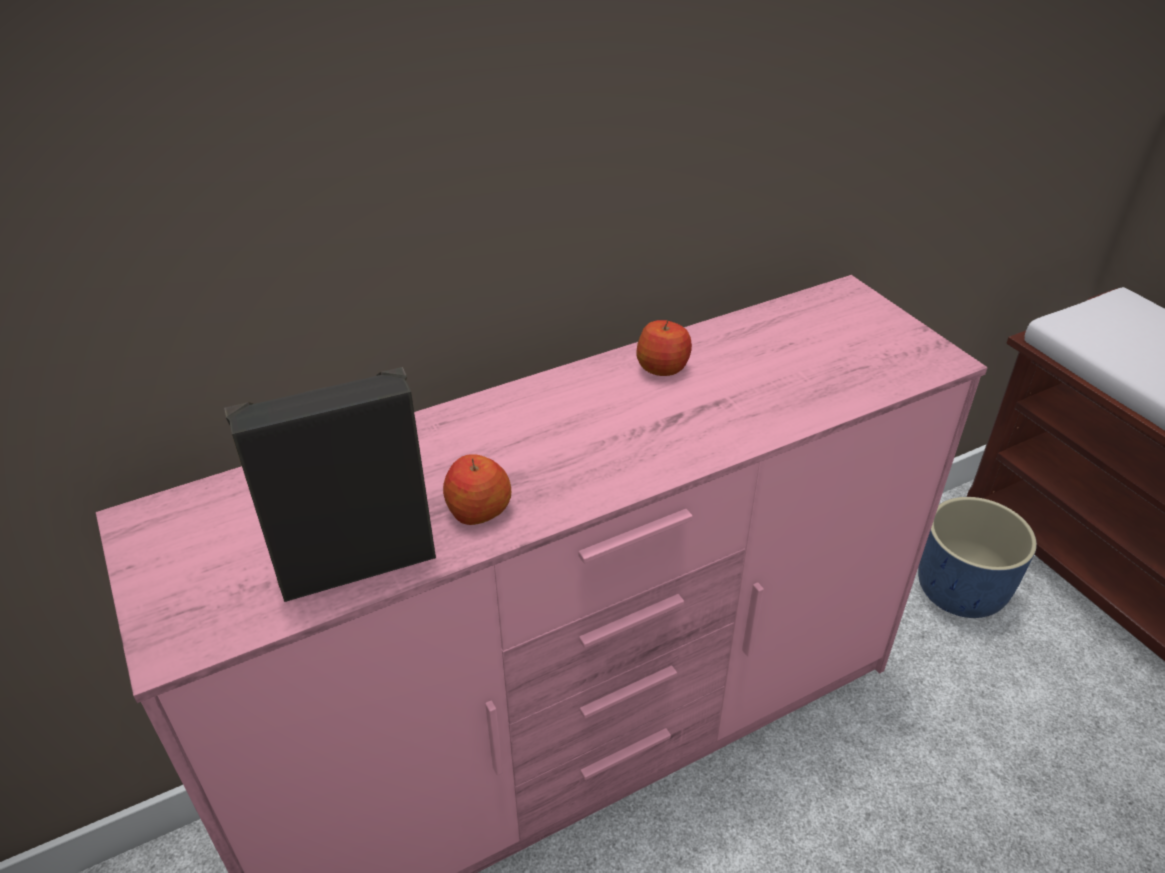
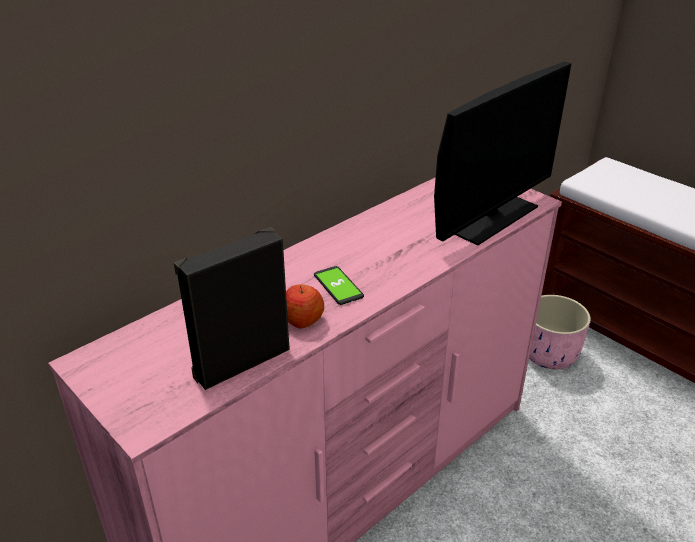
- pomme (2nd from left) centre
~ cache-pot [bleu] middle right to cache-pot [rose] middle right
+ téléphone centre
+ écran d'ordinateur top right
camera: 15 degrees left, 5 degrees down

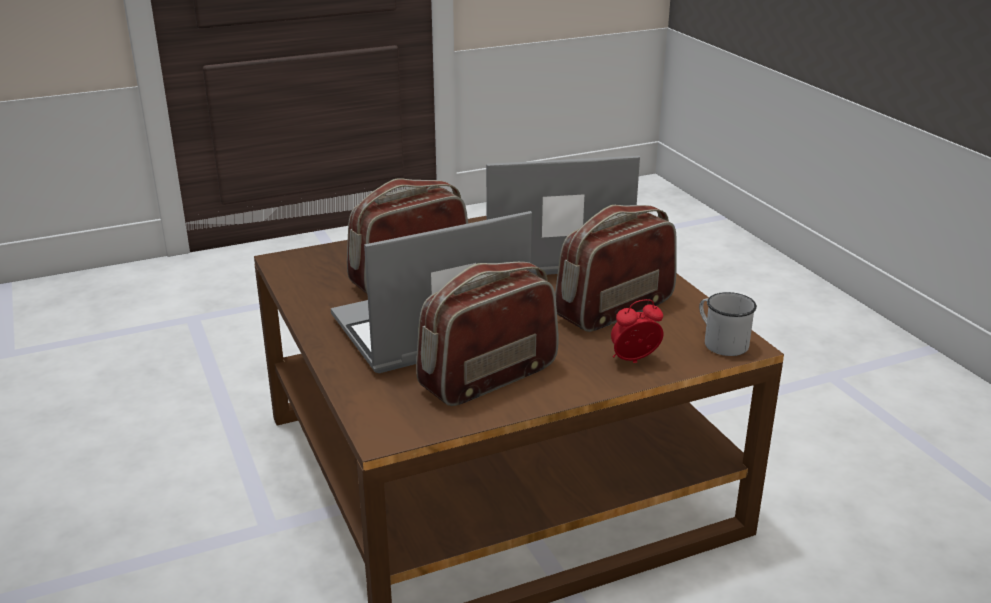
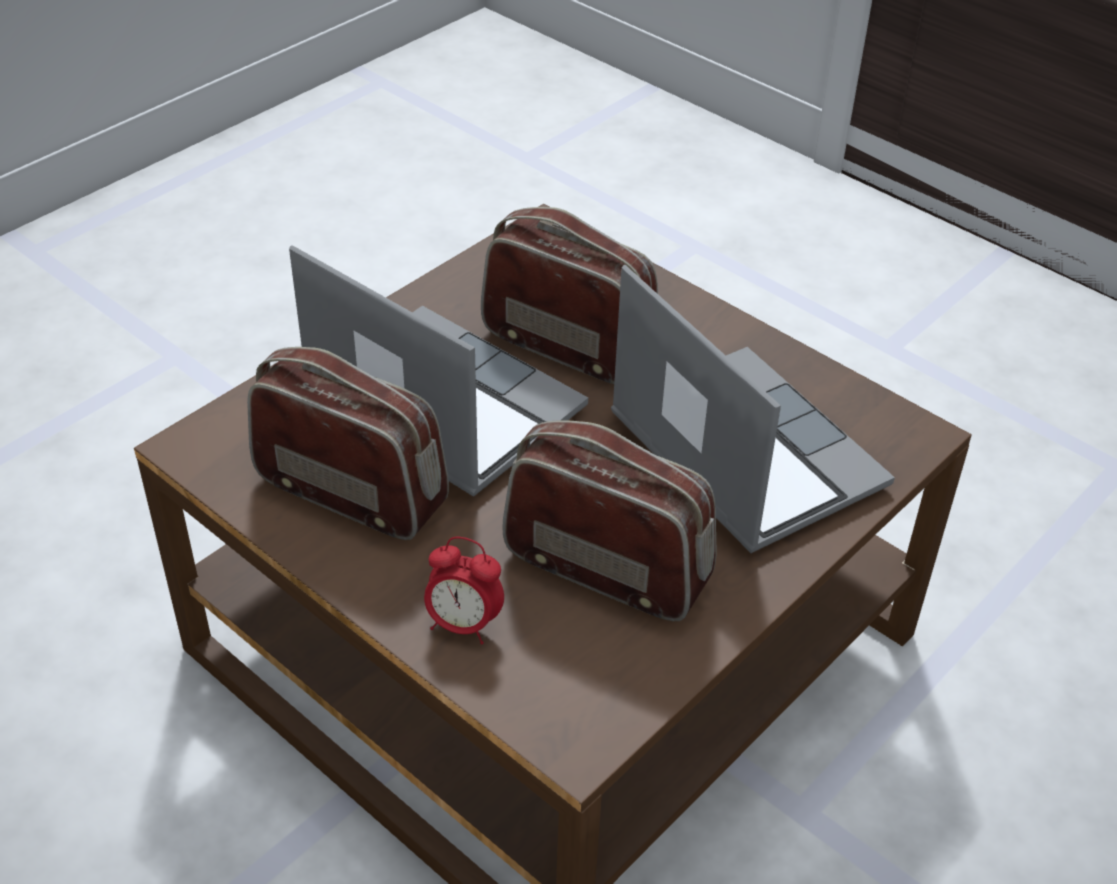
~ réveil centre = bottom centre 150 degrees clockwise
- mug [blanc] middle right
camera: 65 degrees right, 15 degrees up

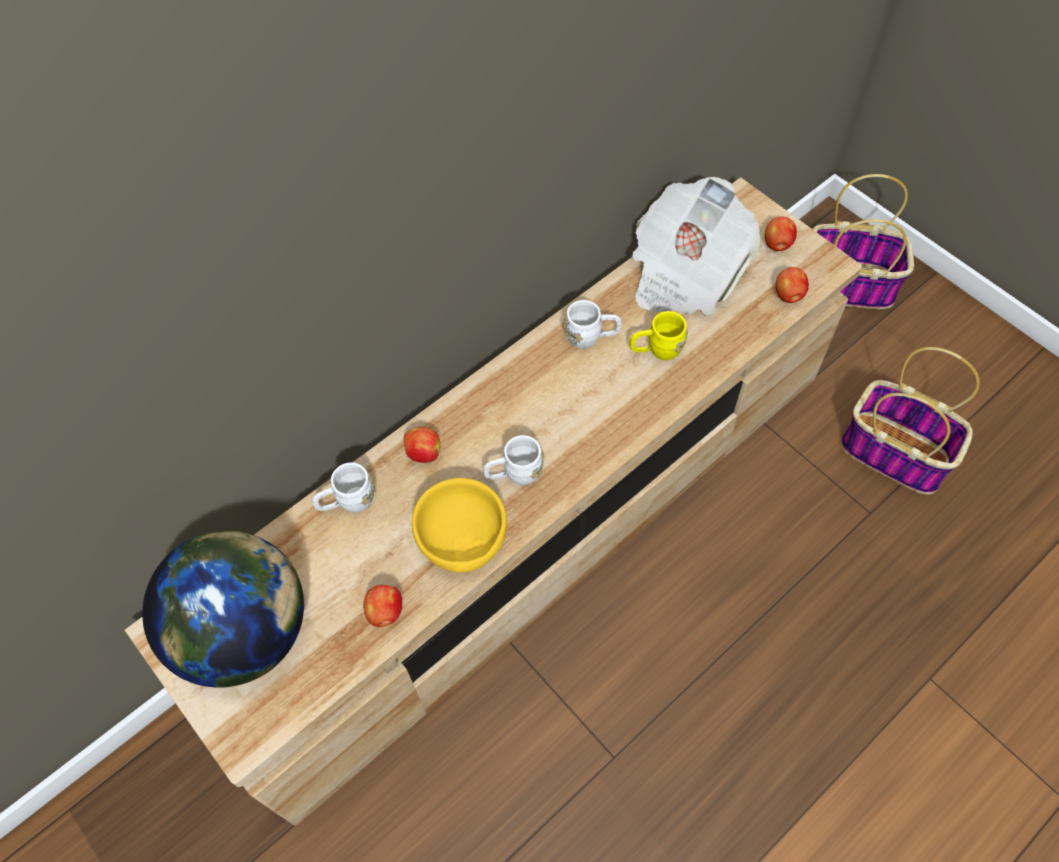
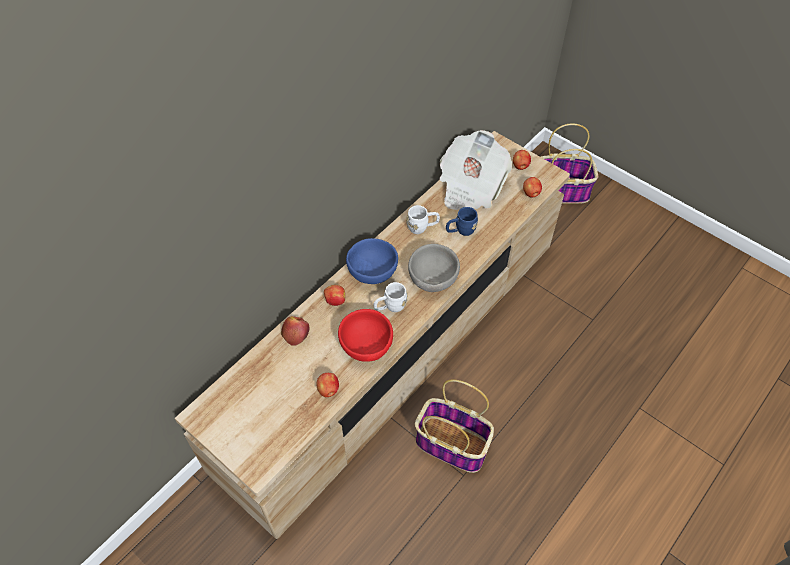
- globe bottom left
~ mug [blanc] (1st from left) middle left to pomme (1st from left) centre
~ bol [jaune] centre to bol [rouge] centre
~ mug [jaune] centre to mug [bleu] centre
~ panier (2nd from left in the first image) middle right to panier (1st from left) bottom centre
+ bol [bleu] centre
+ bol [gris] centre
camera: 10 degrees left, 5 degrees down

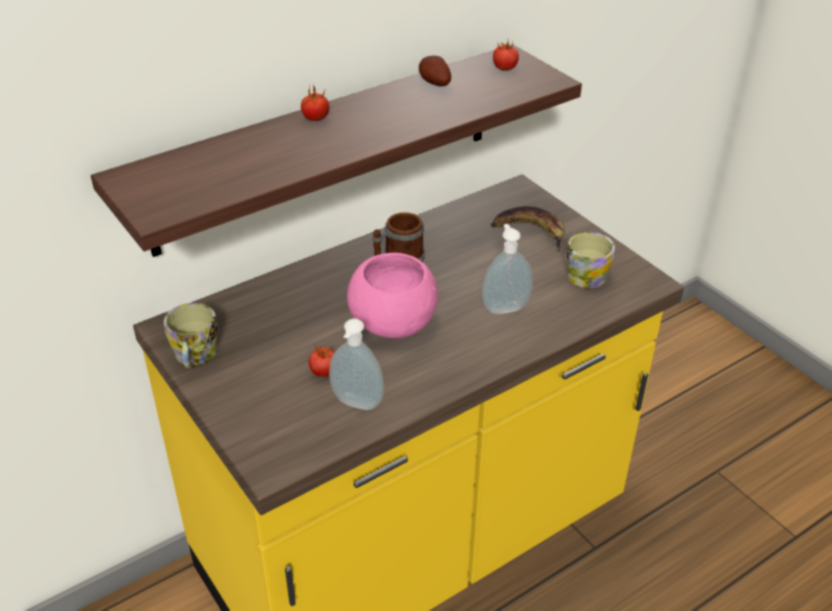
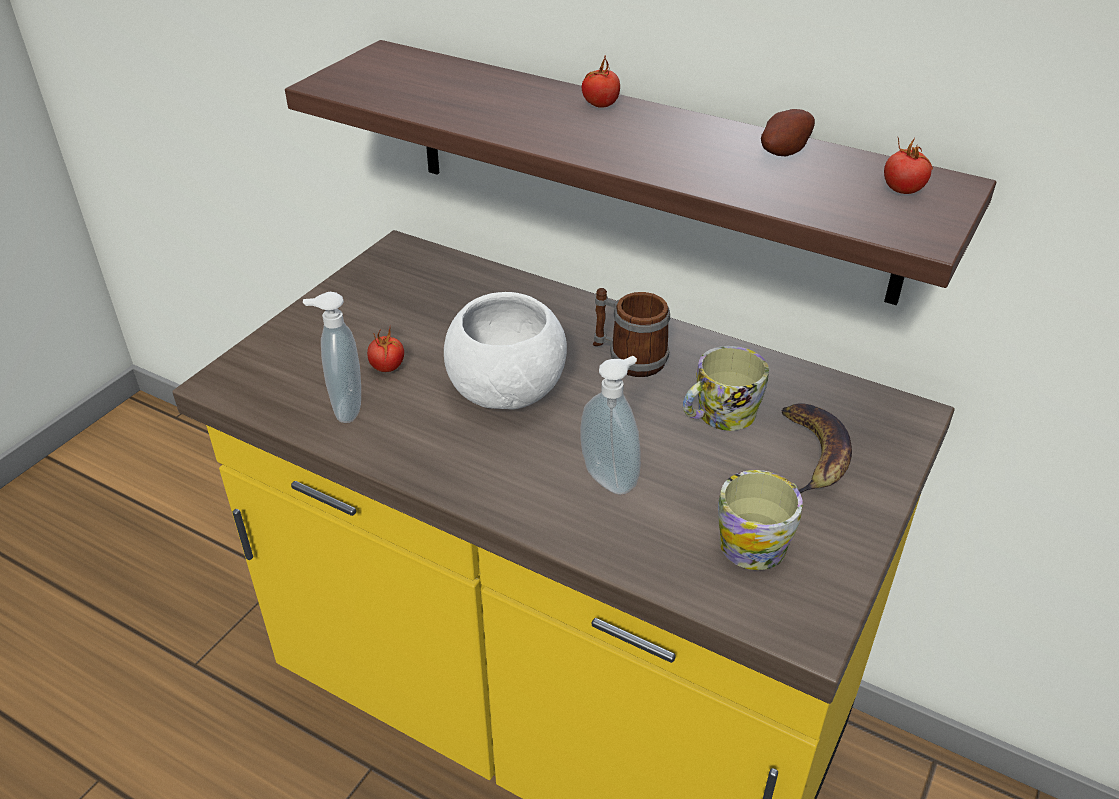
~ mug (1st from left in the first image) middle left to mug (2nd from left) centre
~ bol [rose] centre to bol [blanc] centre
camera: 65 degrees right, 0 degrees up

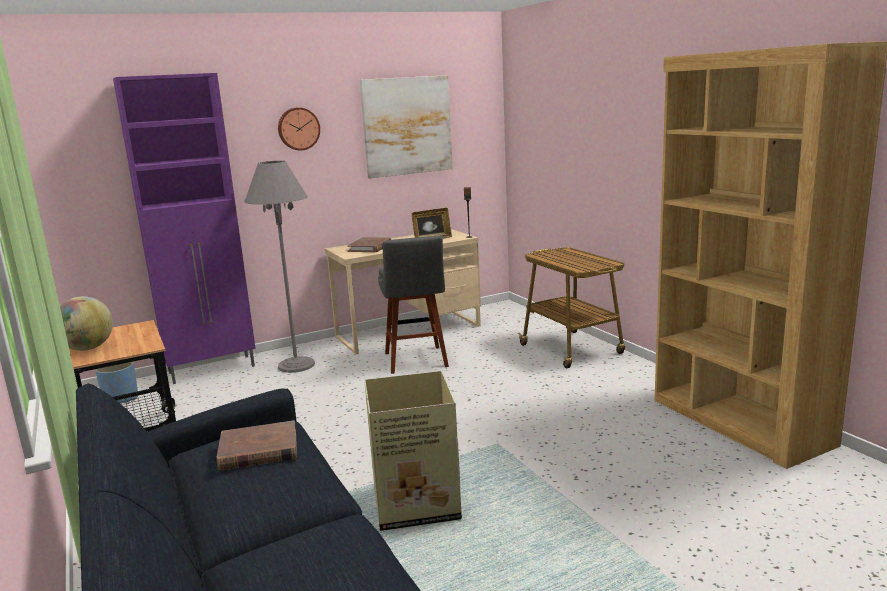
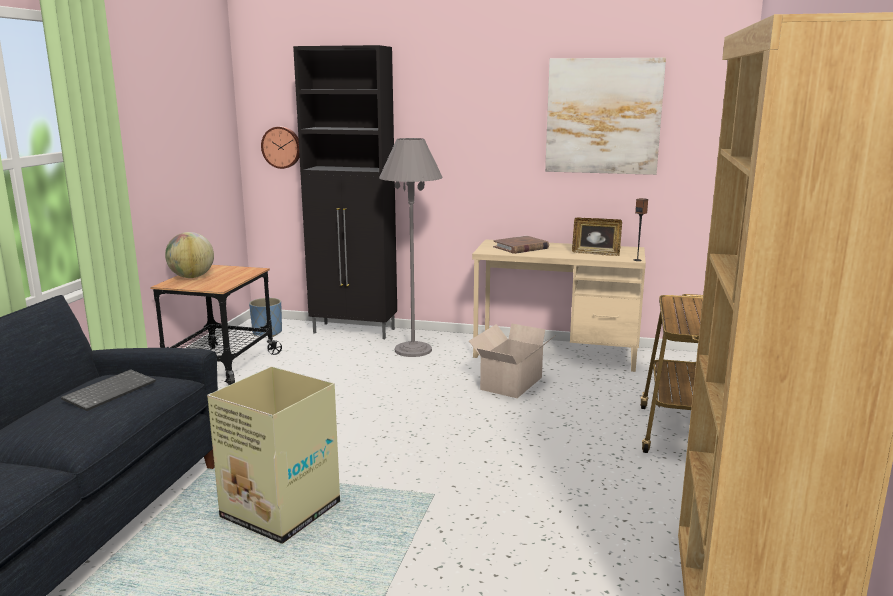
~ meuble de rangement [violet] middle left to meuble de rangement [noir] top centre
~ livre [marron] (1st from left) bottom left to clavier middle left
~ horloge murale top centre to top left
~ tabouret [gris] centre to carton (2nd from left) centre
camera: 40 degrees right, 0 degrees up

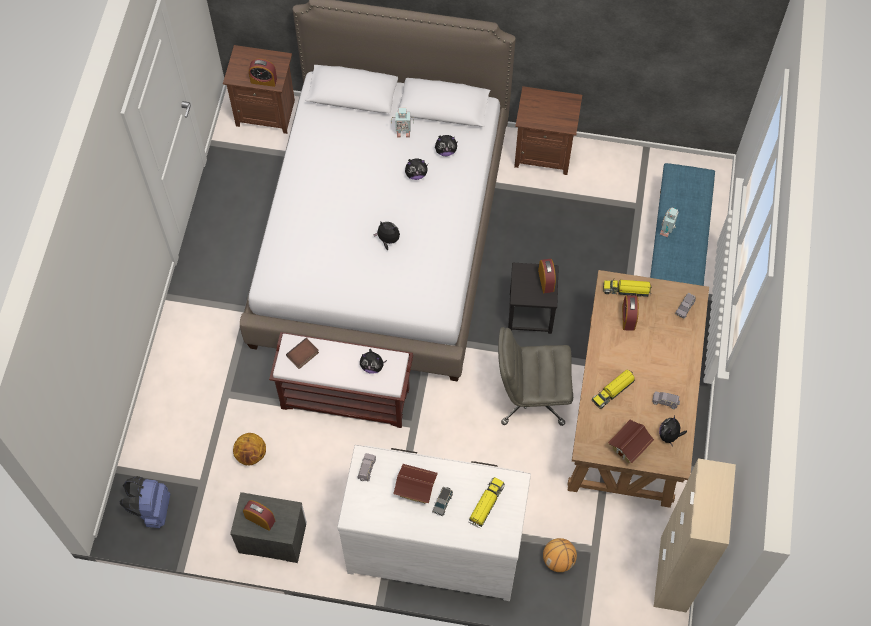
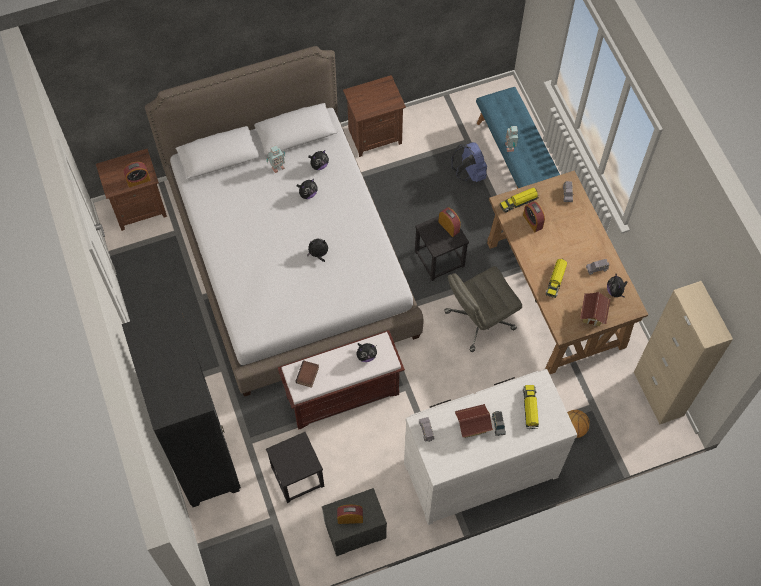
~ sac à dos [bleu] bottom left to top centre
~ ballon de basket (1st from left) bottom left to tabouret [noir] (1st from left) bottom centre
+ bibliothèque [noir] bottom left
camera: 30 degrees left, 0 degrees up

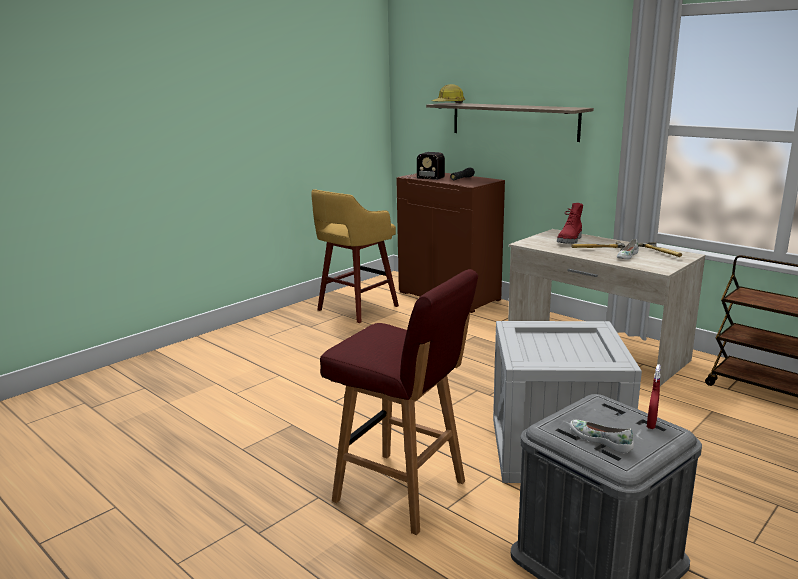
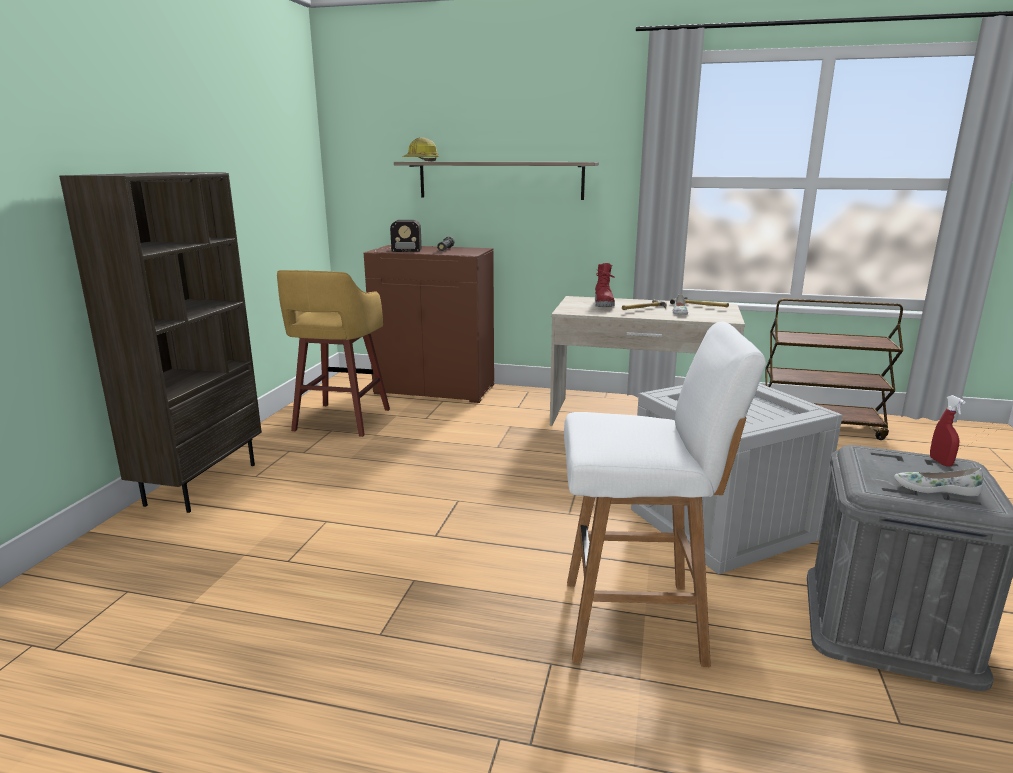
~ tabouret [rouge] bottom centre to tabouret [blanc] centre
+ bibliothèque [marron] middle left
camera: 30 degrees left, 0 degrees up

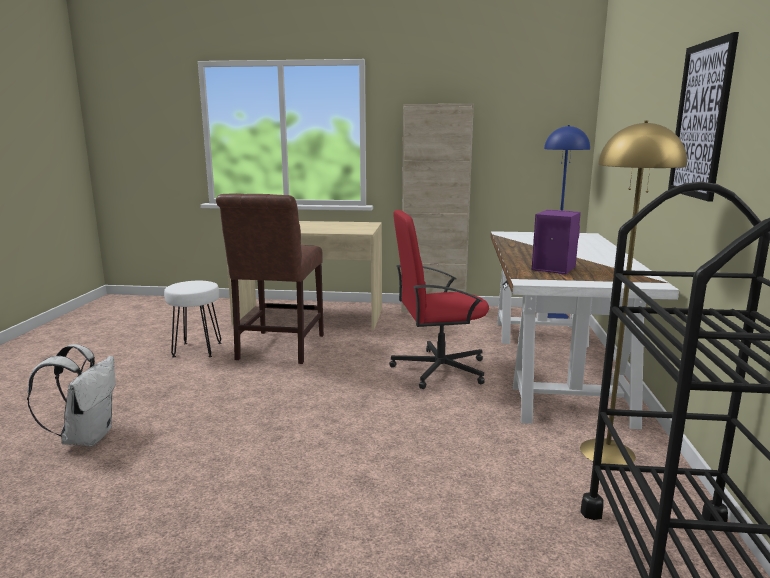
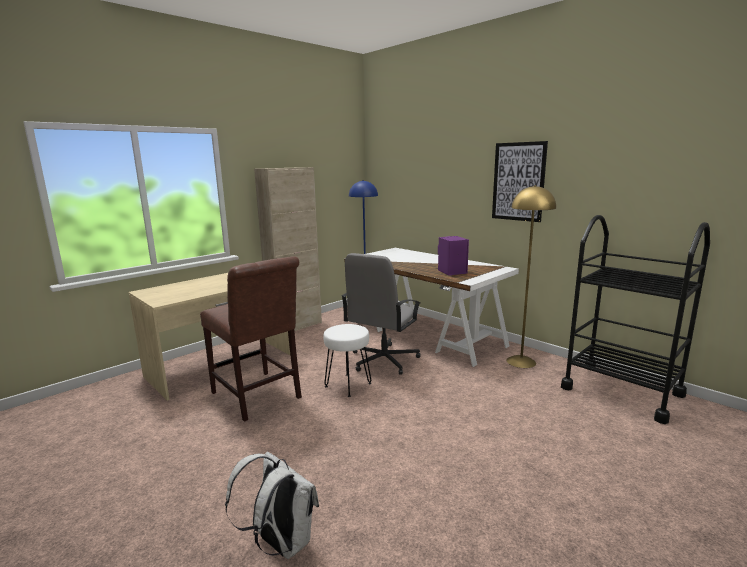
~ tabouret [blanc] middle left to centre
~ chaise de bureau [rouge] centre to chaise de bureau [gris] centre
camera: 50 degrees left, 0 degrees up

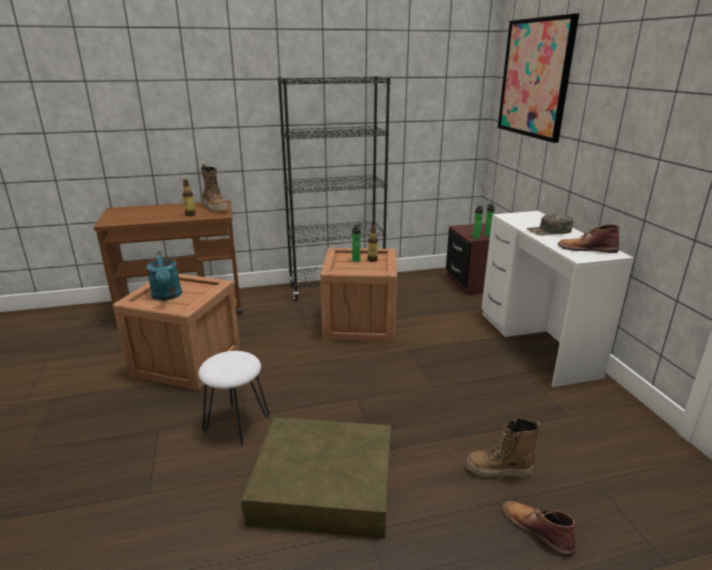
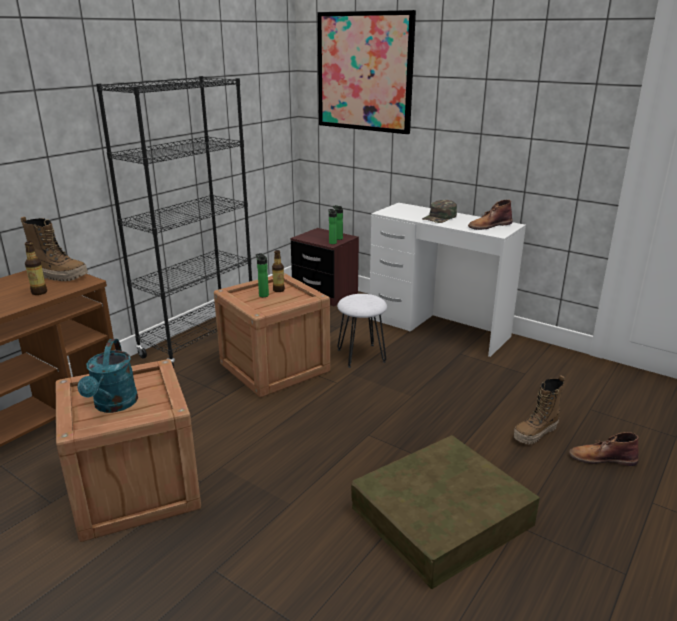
~ arrosoir [turquoise] middle left = middle left 60 degrees clockwise
~ tabouret [blanc] bottom left to centre
camera: 40 degrees left, 0 degrees up

